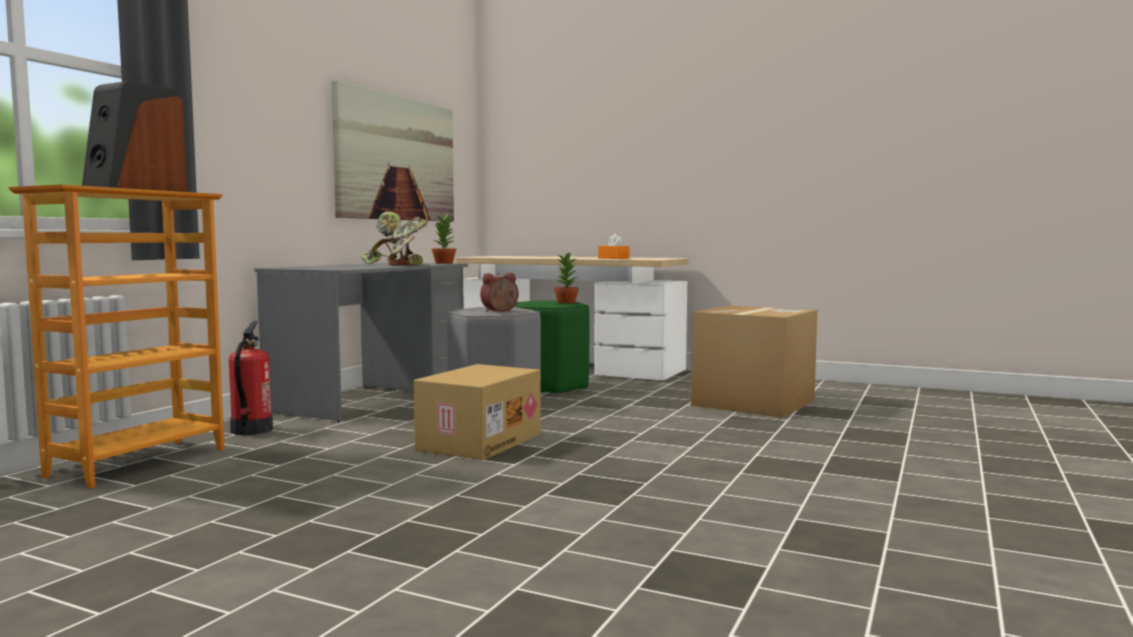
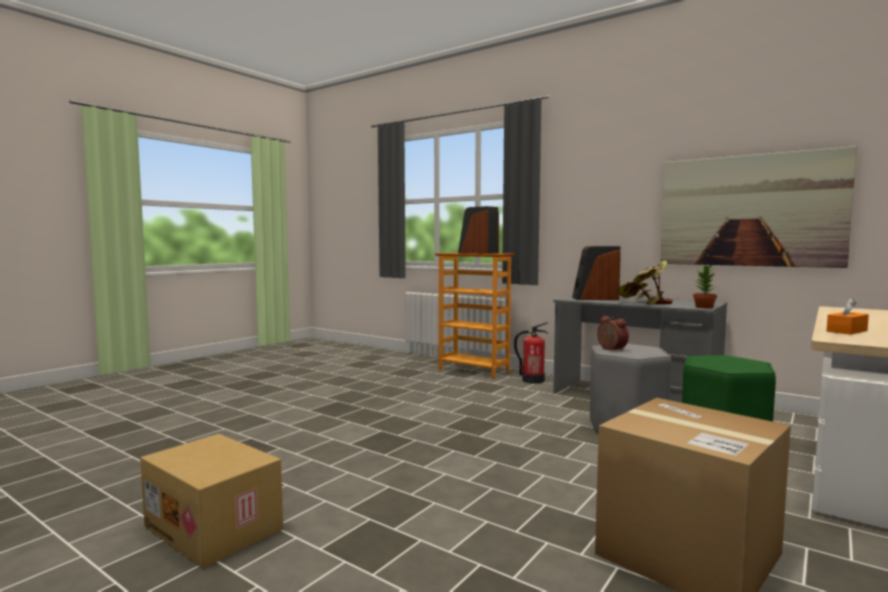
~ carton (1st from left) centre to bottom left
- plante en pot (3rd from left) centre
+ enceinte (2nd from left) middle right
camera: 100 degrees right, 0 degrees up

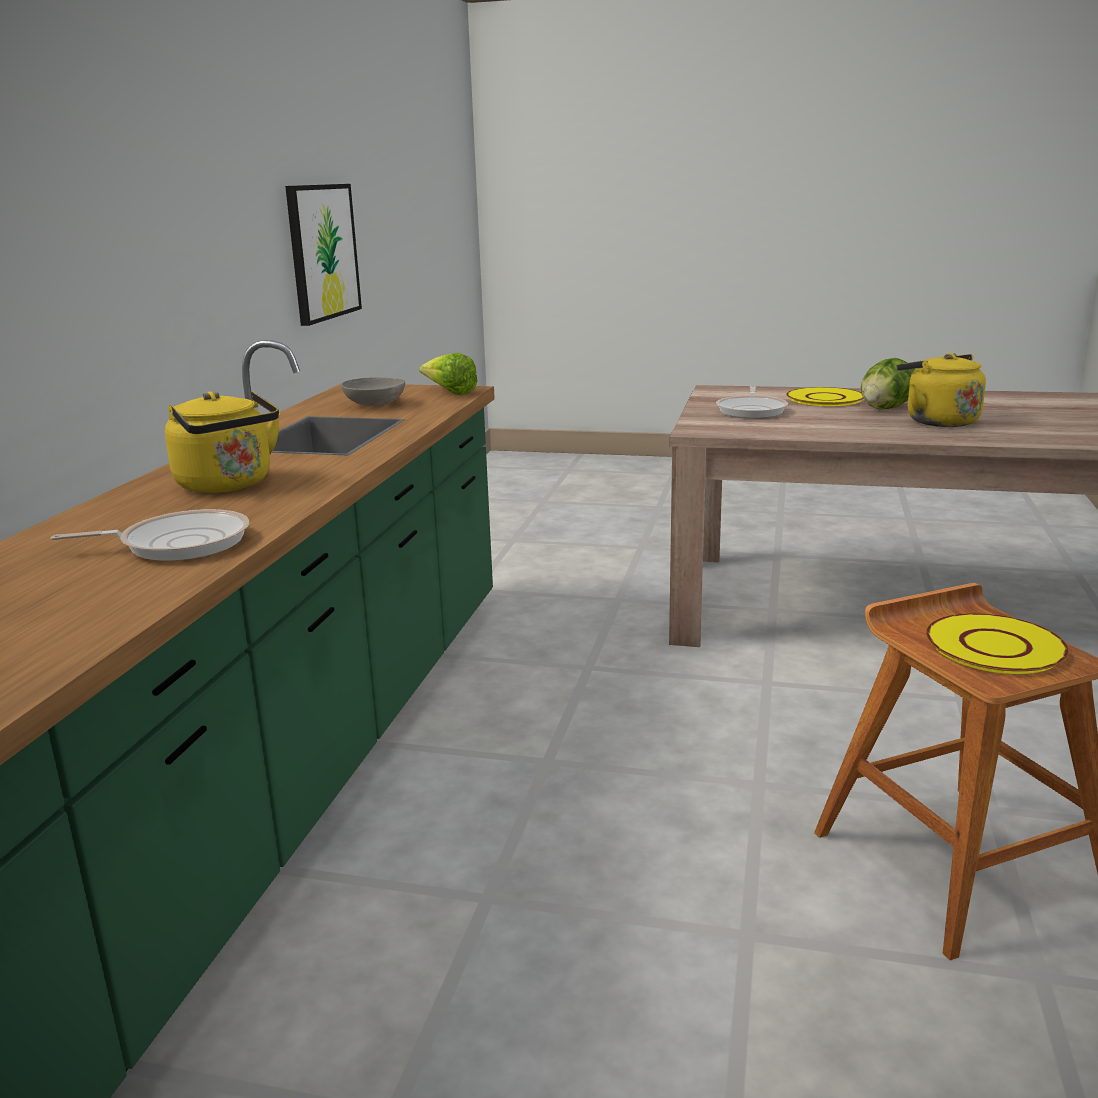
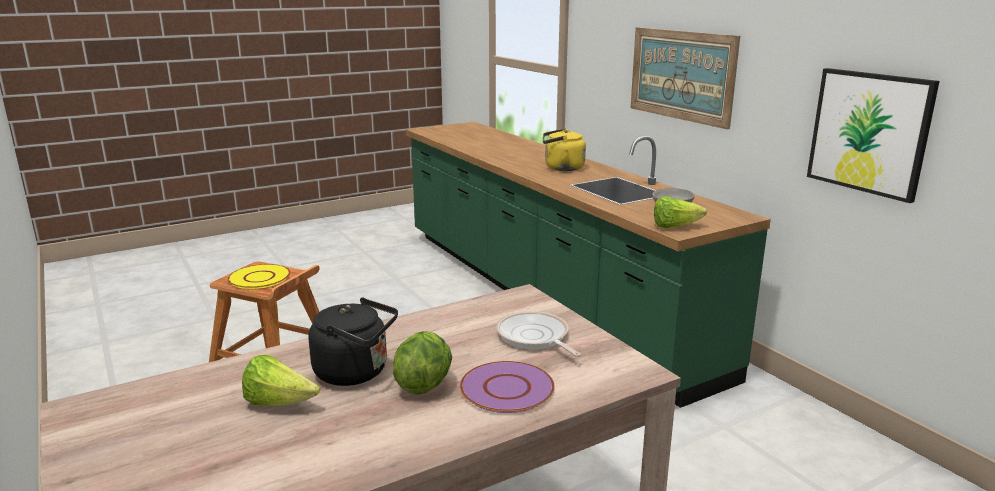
- poêle (1st from left) middle left
~ assiette [jaune] (1st from left) middle right to assiette [violet] bottom centre
~ bouilloire [jaune] (2nd from left) middle right to bouilloire [noir] bottom centre
+ laitue (1st from left) bottom left
+ tableau (1st from left) top right
camera: 135 degrees right, 0 degrees up

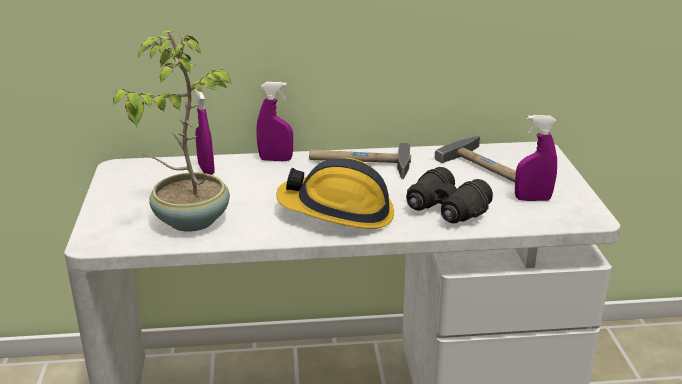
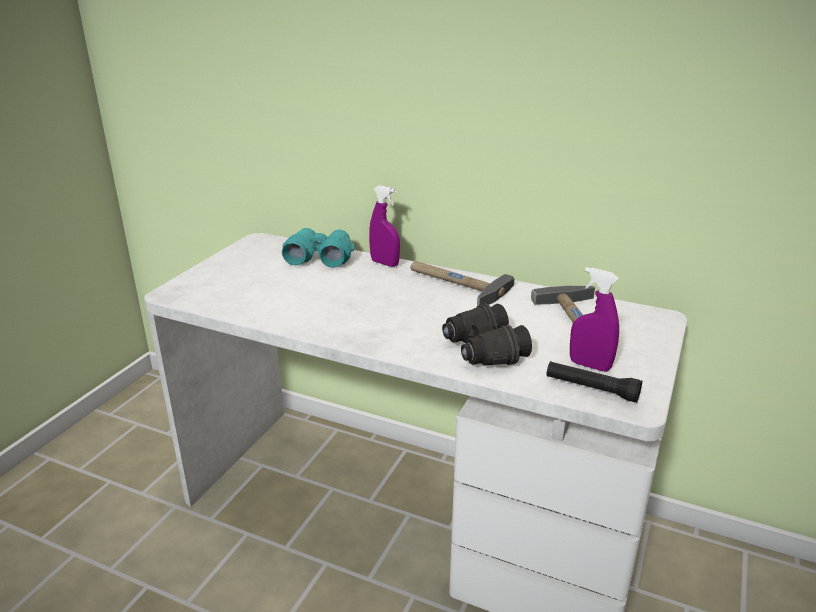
- plante en pot middle left
~ vaporisateur [violet] (1st from left) middle left to jumelles [turquoise] centre
- casque de chantier centre
+ lampe de poche [noir] middle right
camera: 30 degrees right, 0 degrees up

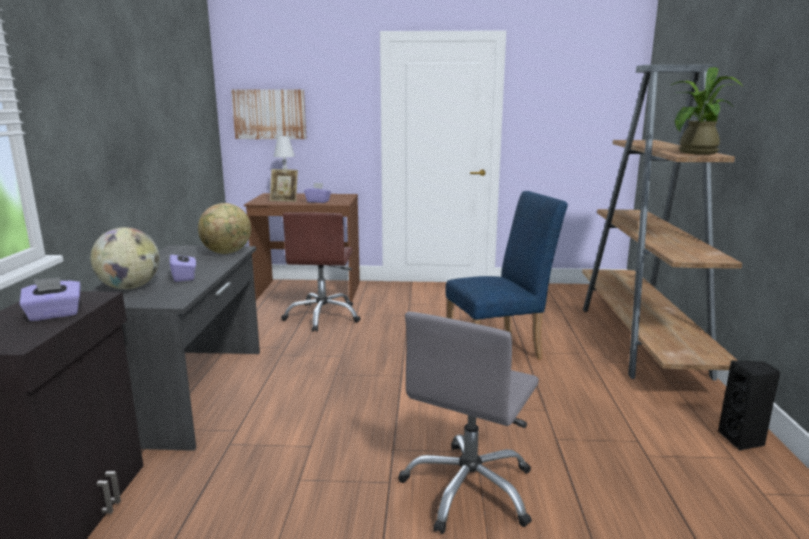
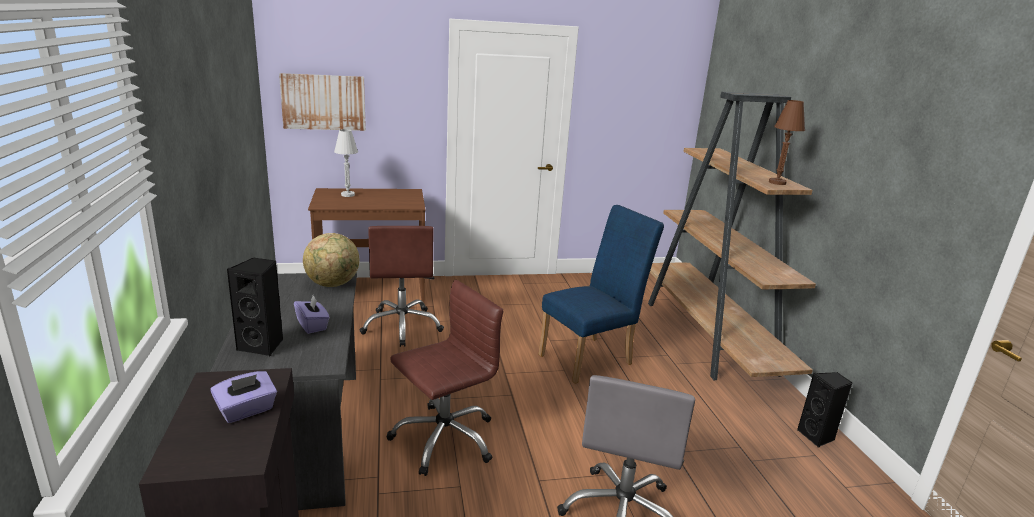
~ globe (1st from left) middle left to enceinte [noir] (1st from left) middle left
- cadre photo centre
- boîte à mouchoirs [violet] (3rd from left) centre
~ plante en pot top right to lampe de table [marron] top right
+ chaise de bureau [marron] (2nd from left) bottom centre
camera: 15 degrees left, 5 degrees up

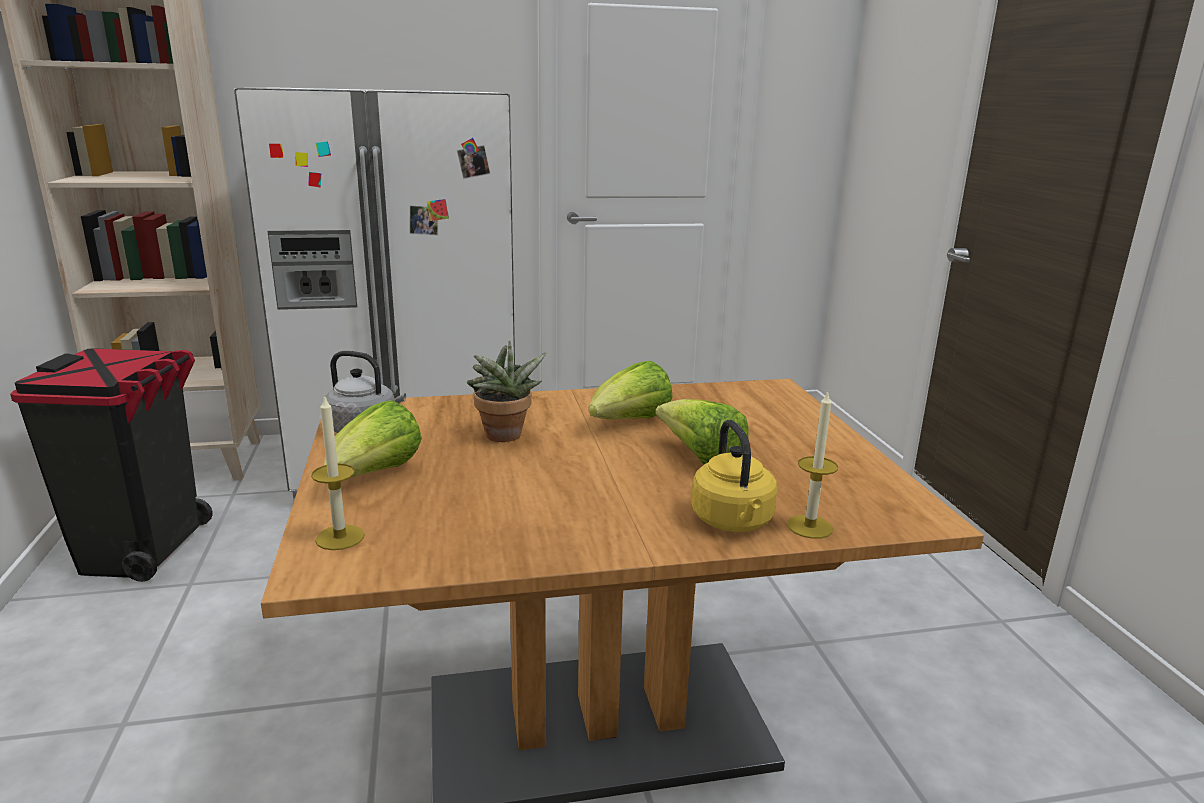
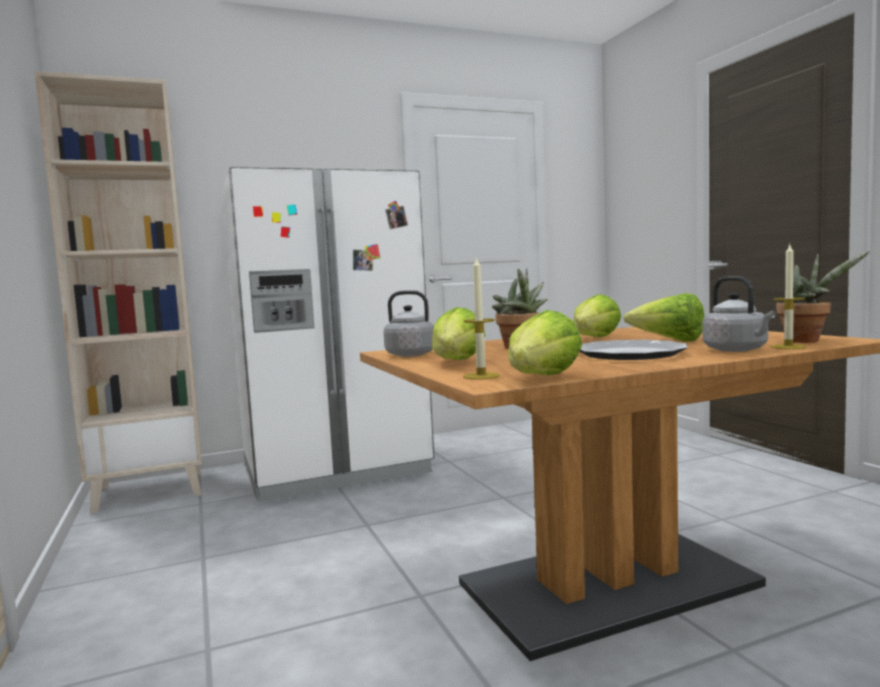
- poubelle [noir] middle left
~ bouilloire [jaune] centre to bouilloire [gris] (2nd from left) middle right
+ laitue (2nd from left) centre
+ assiette middle right
+ plante en pot (2nd from left) middle right
camera: 10 degrees left, 15 degrees down

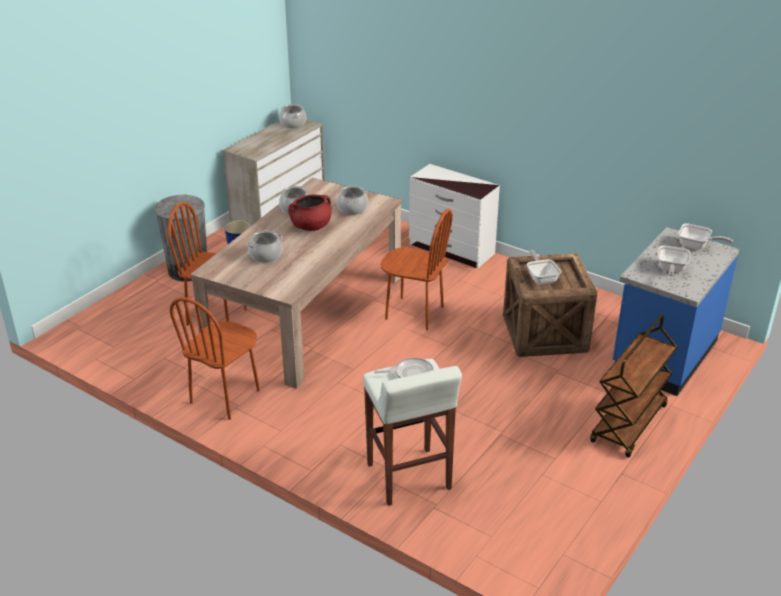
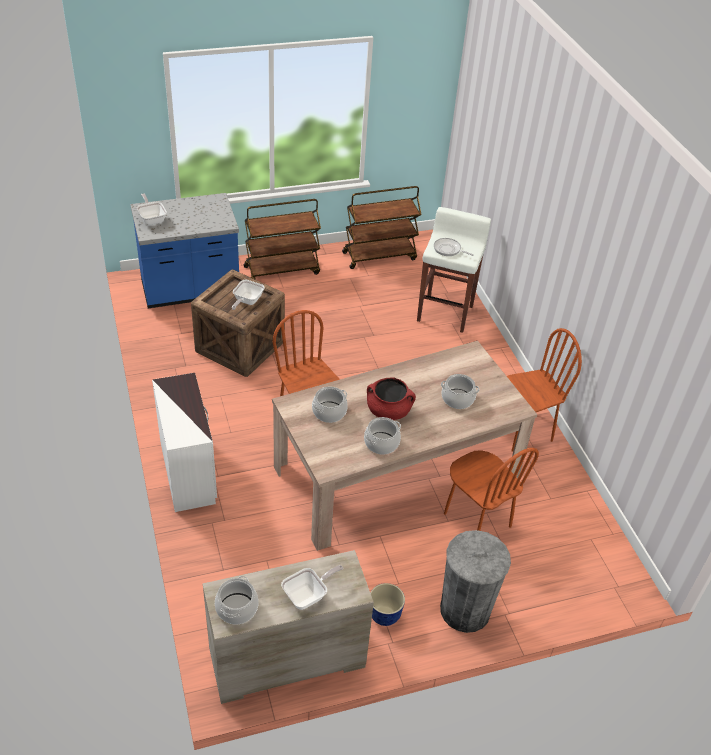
~ poêle (3rd from left) middle right to bottom centre
+ chariot [marron] (2nd from left) top centre
camera: 145 degrees left, 10 degrees up

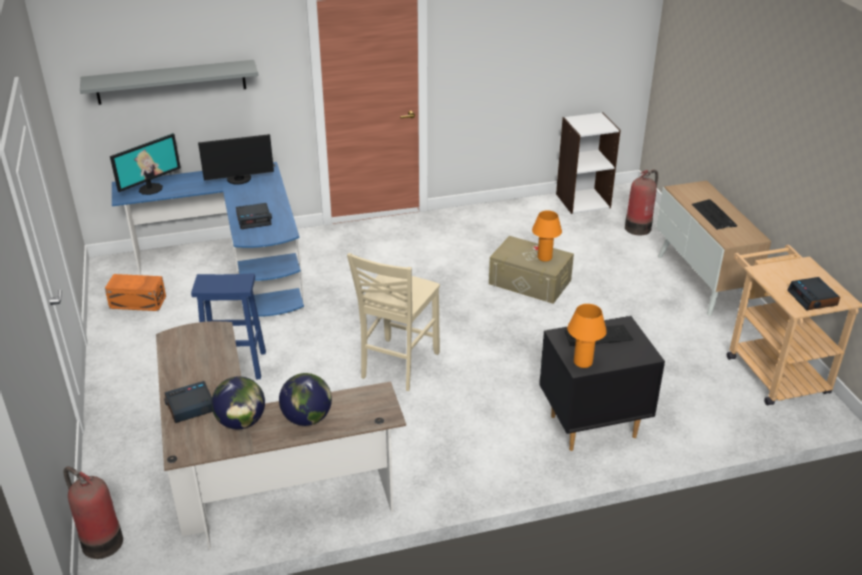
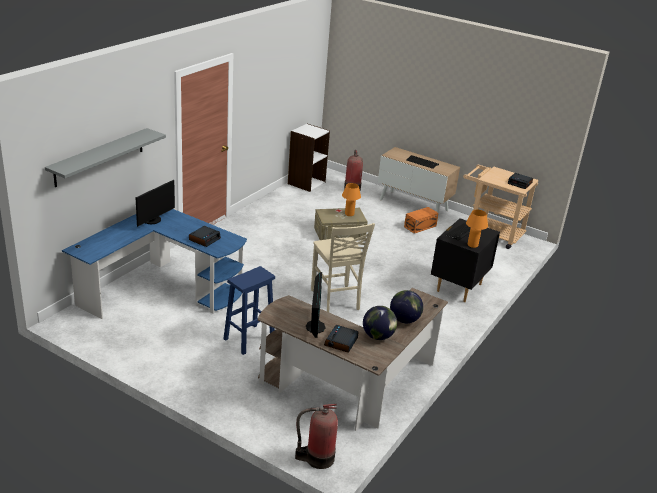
~ boîte de rangement [orange] middle left to centre
~ écran d'ordinateur (1st from left in the first image) top left to écran d'ordinateur (2nd from left) centre
camera: 45 degrees left, 5 degrees down

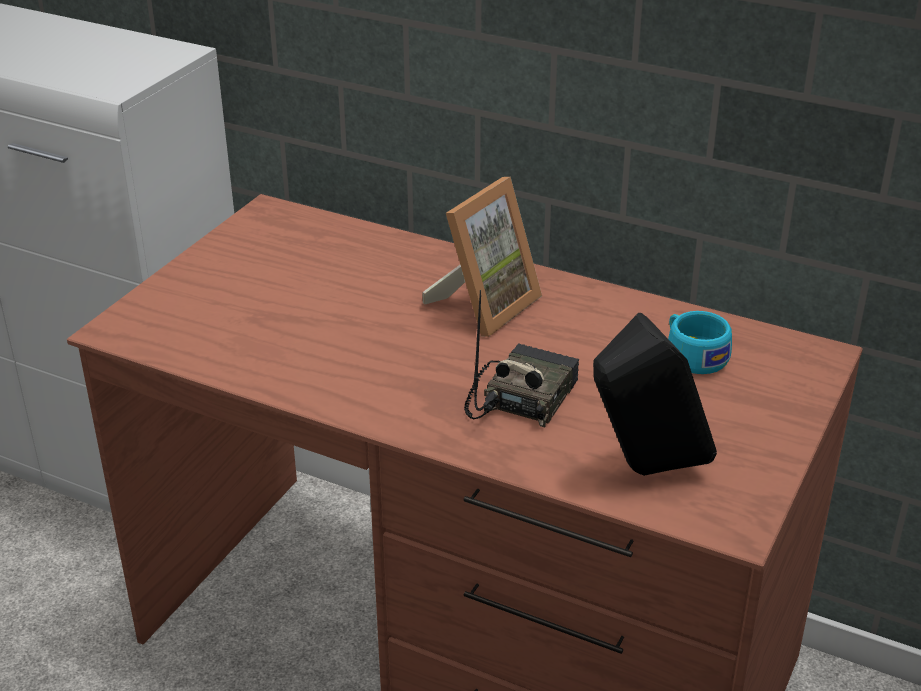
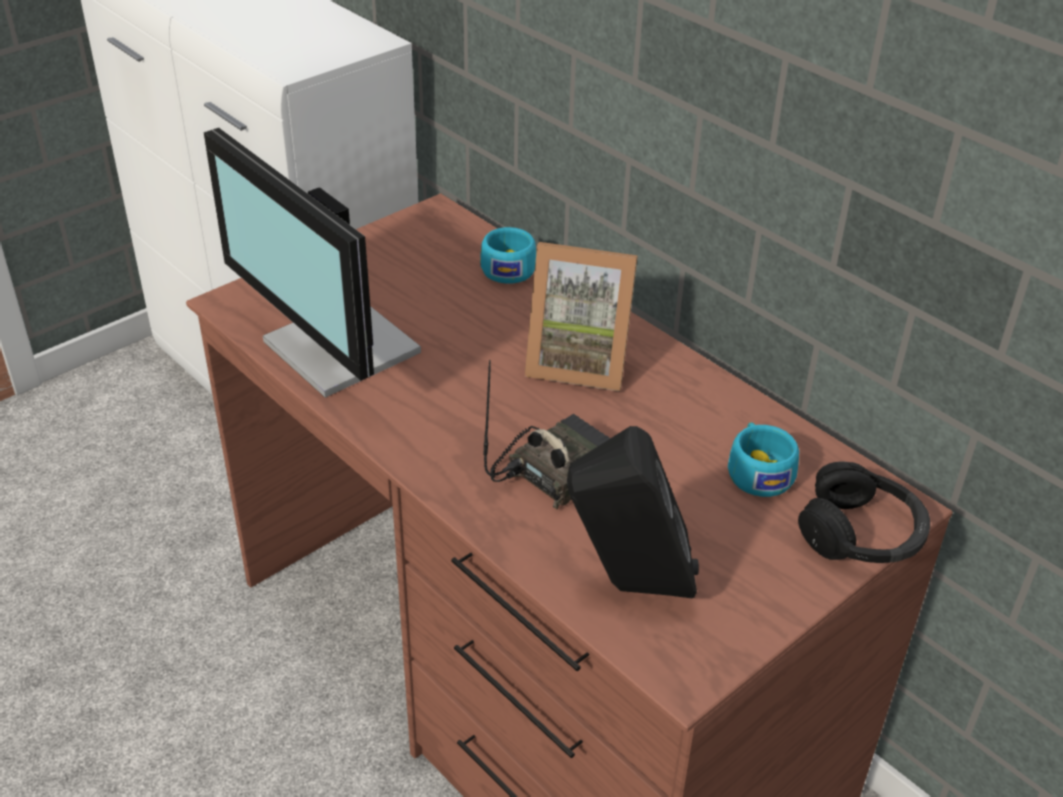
~ cadre photo centre = centre 45 degrees clockwise
+ écran d'ordinateur top left
+ tasse [turquoise] (1st from left) top centre
+ casque audio [noir] middle right
camera: 20 degrees right, 5 degrees up

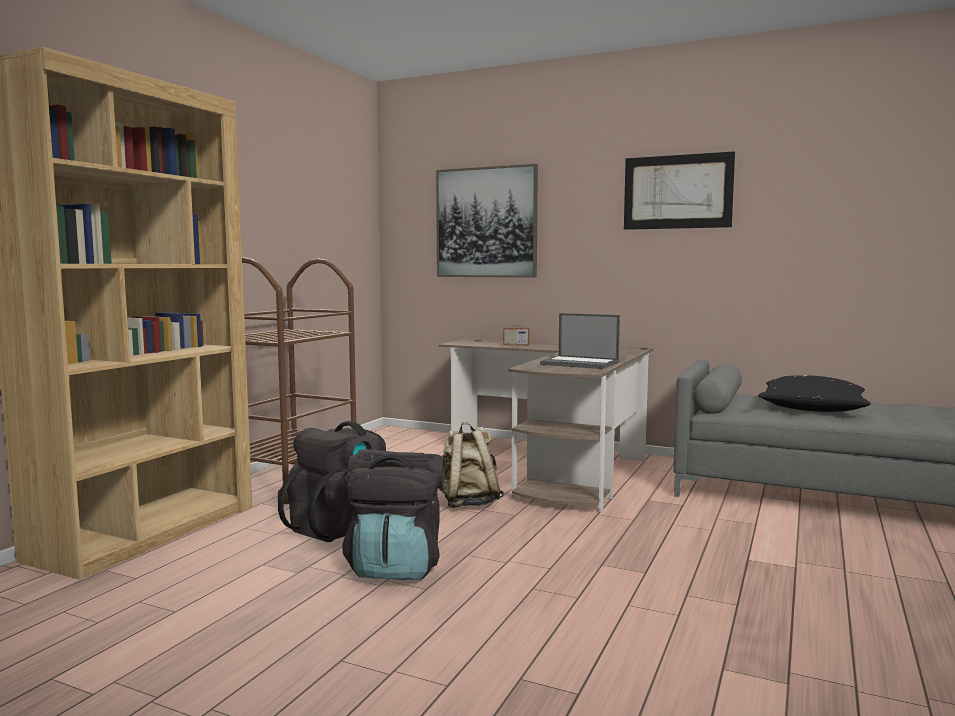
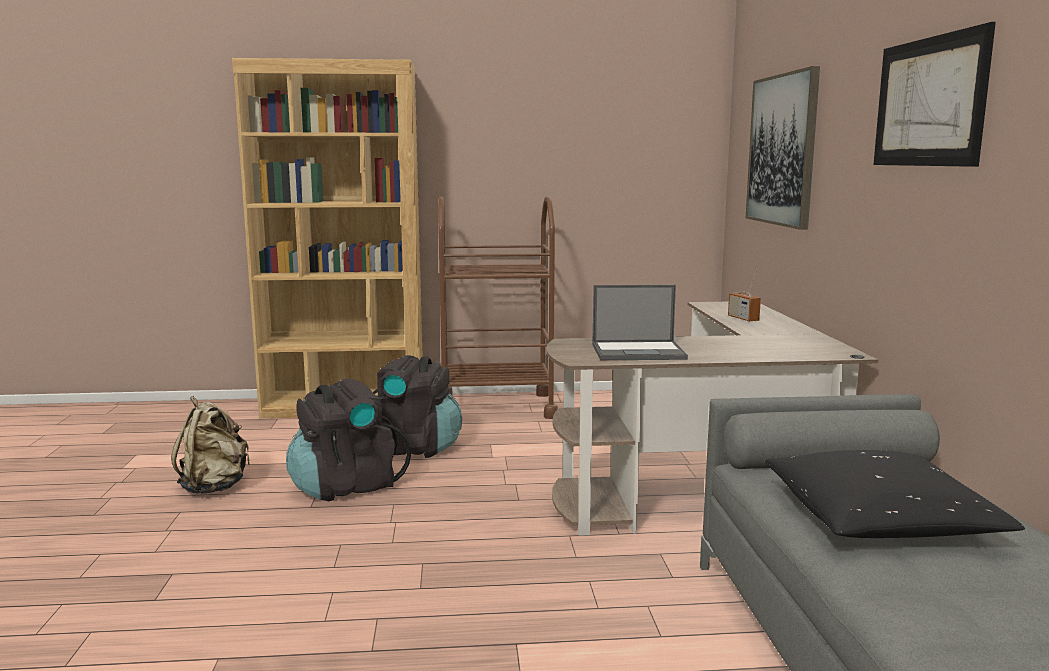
~ sac à dos [beige] centre to middle left
~ ordinateur portable centre = centre 90 degrees counterclockwise
camera: 60 degrees right, 5 degrees up

